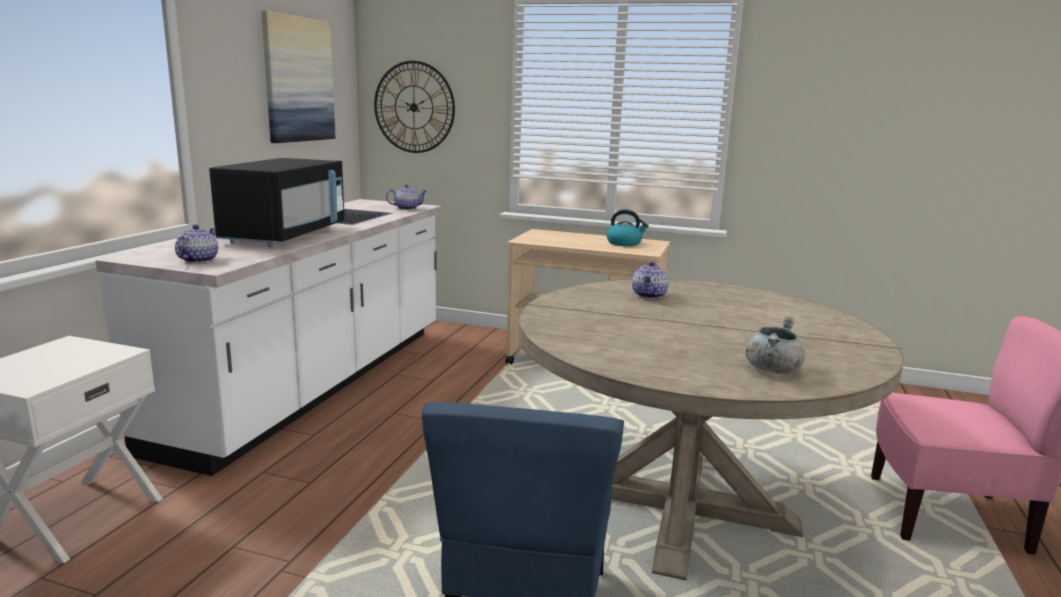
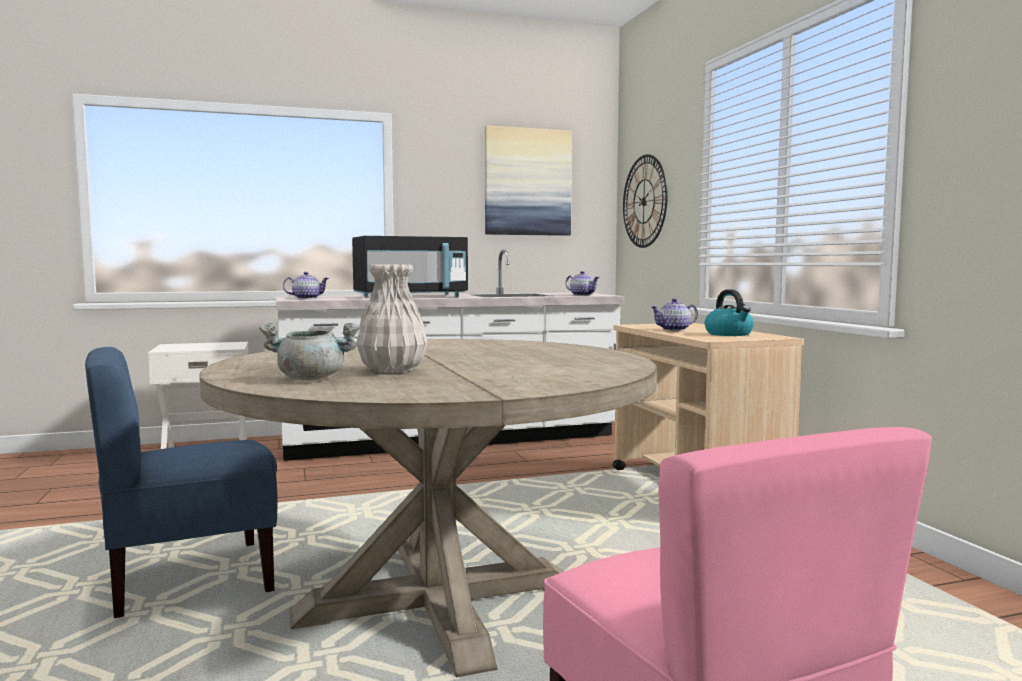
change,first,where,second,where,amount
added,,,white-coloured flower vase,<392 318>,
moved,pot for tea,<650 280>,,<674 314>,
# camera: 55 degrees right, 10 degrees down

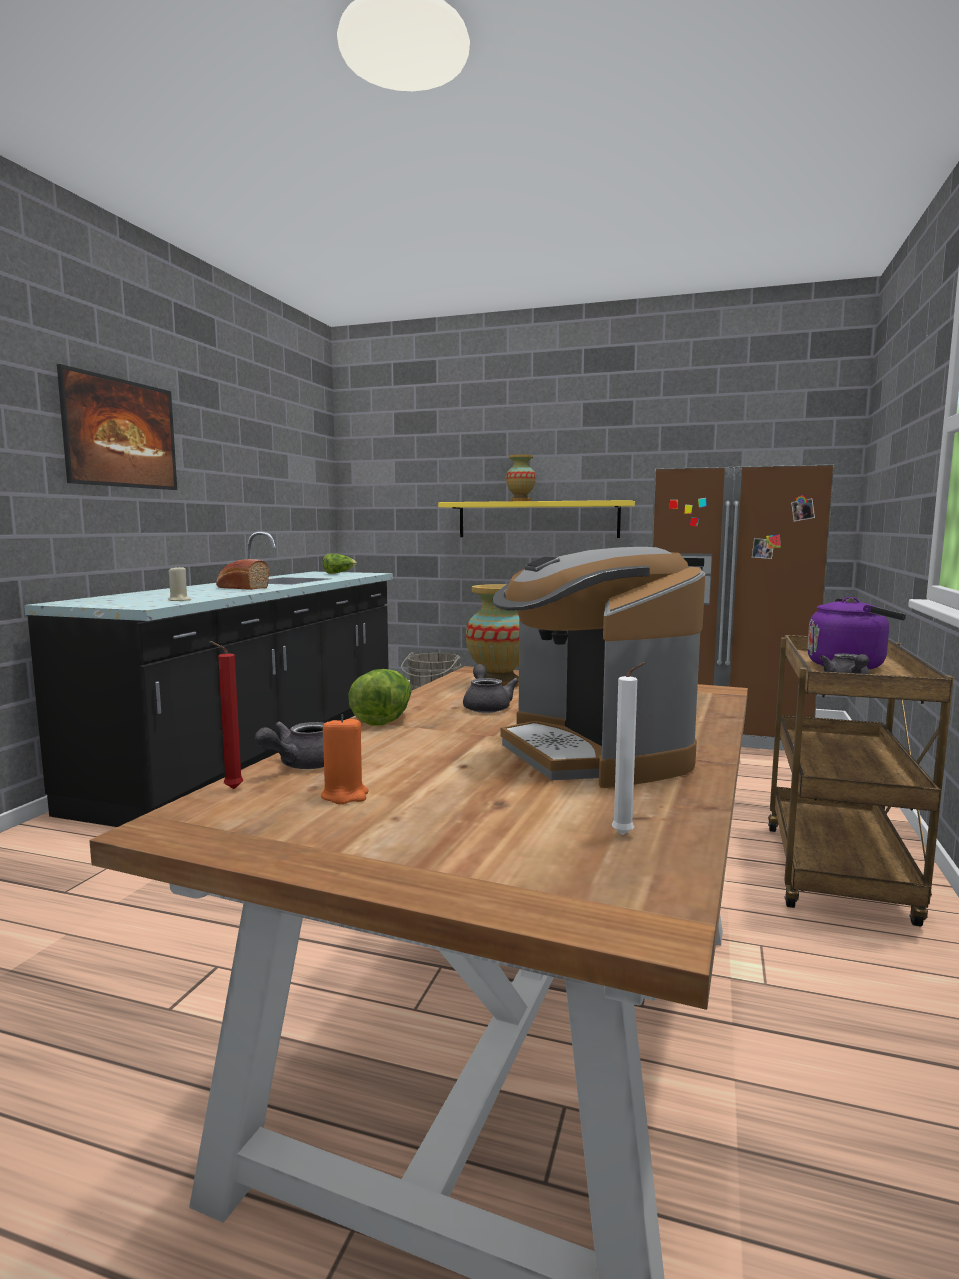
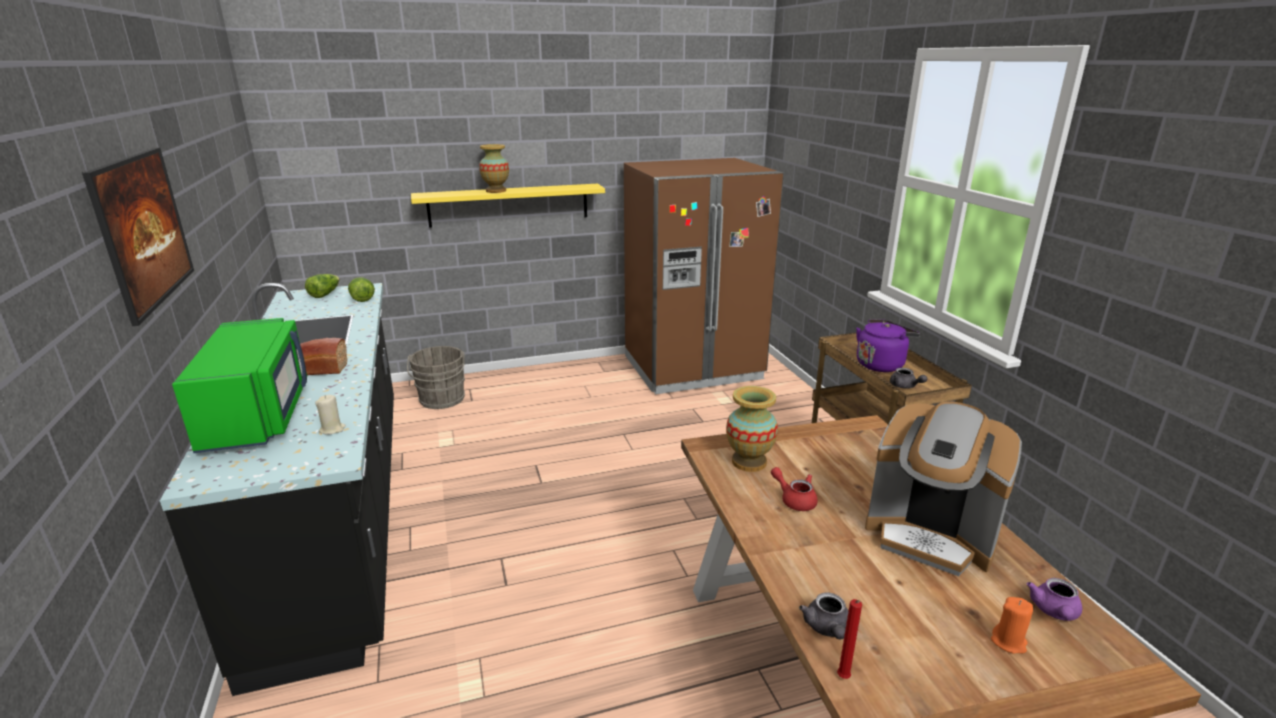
change,first,where,second,where,amount
added,,,green-coloured kitchen microwave,<239 385>,
moved,lettuce head,<380 697>,,<361 289>,
recoloured,gray pot for tea,<490 688>,red-coloured pot for tea,<794 489>,
moved,orange-coloured wax candle,<344 759>,,<1012 625>,
replaced,white-coloured wax candle,<629 748>,purple-coloured pot for tea,<1054 599>,
# camera: 35 degrees left, 15 degrees up

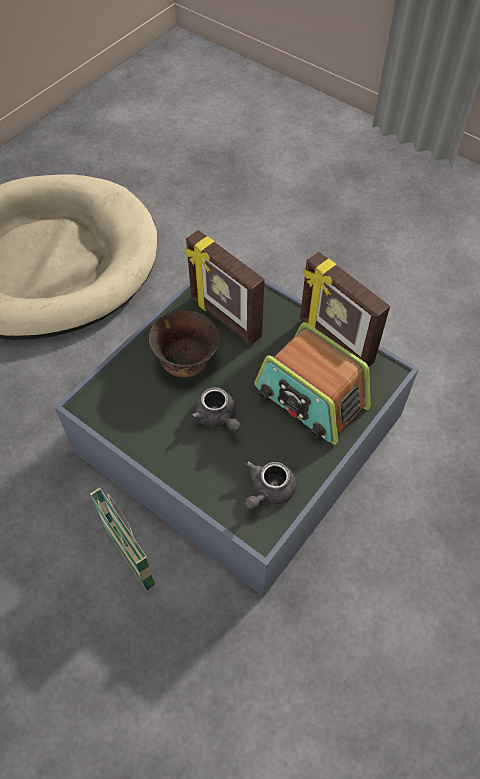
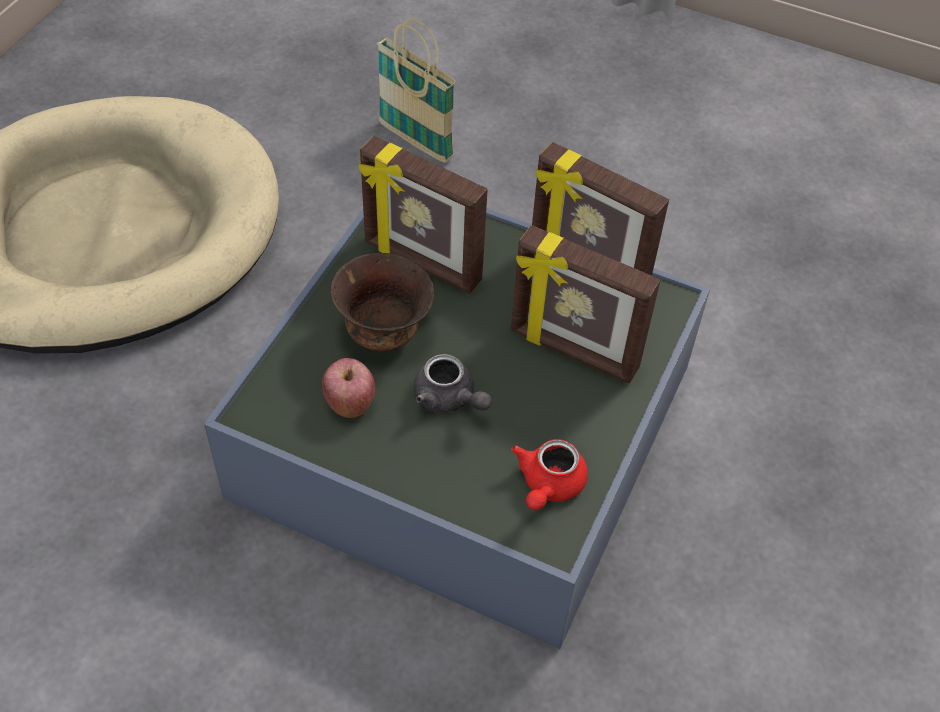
change,first,where,second,where,amount
added,,,apple fruit,<348 388>,
moved,basket,<123 539>,,<416 90>,
replaced,radio receiver,<312 383>,photo frame,<585 304>,
recoloured,gray pot for tea,<270 486>,red-coloured pot for tea,<549 474>,
# camera: 15 degrees left, 5 degrees down

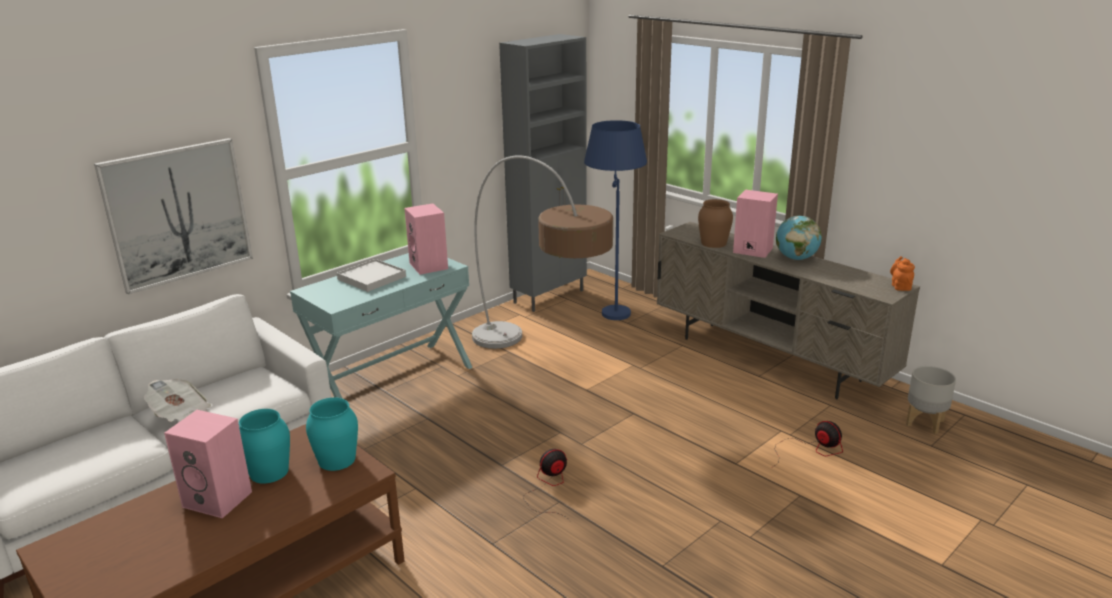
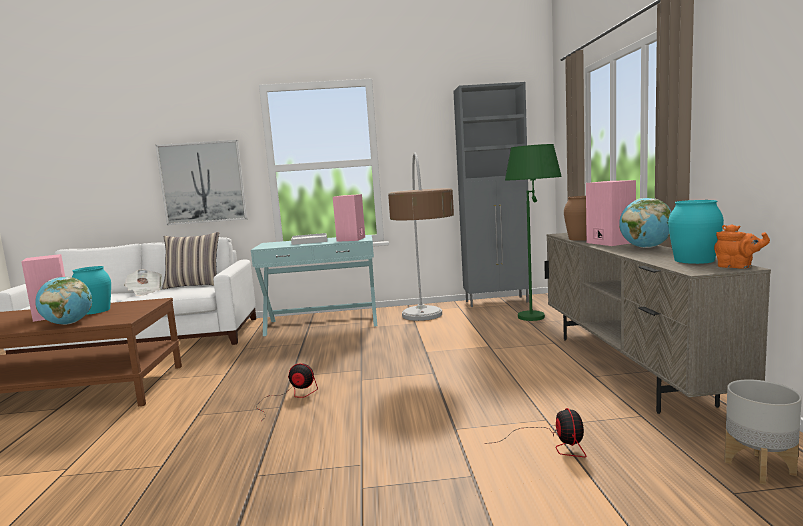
change,first,where,second,where,amount
added,,,world globe,<63 301>,
added,,,pillow,<190 260>,
recoloured,bluish standing lamp,<615 220>,green-coloured standing lamp,<533 232>,
moved,turquoise-coloured flower vase,<332 434>,,<696 232>,
turned,orange-coloured pot for tea,<902 273>,,<742 246>,90 degrees clockwise
# camera: 40 degrees right, 15 degrees down

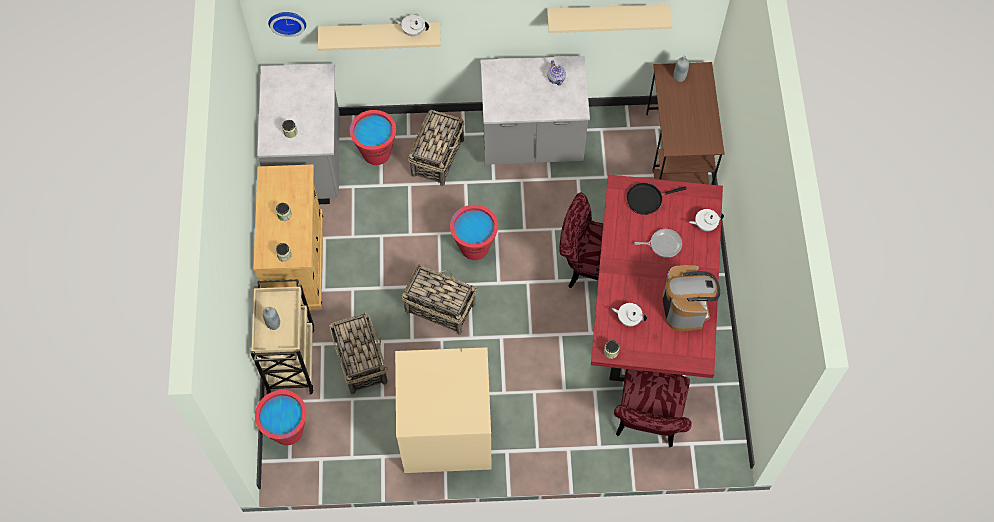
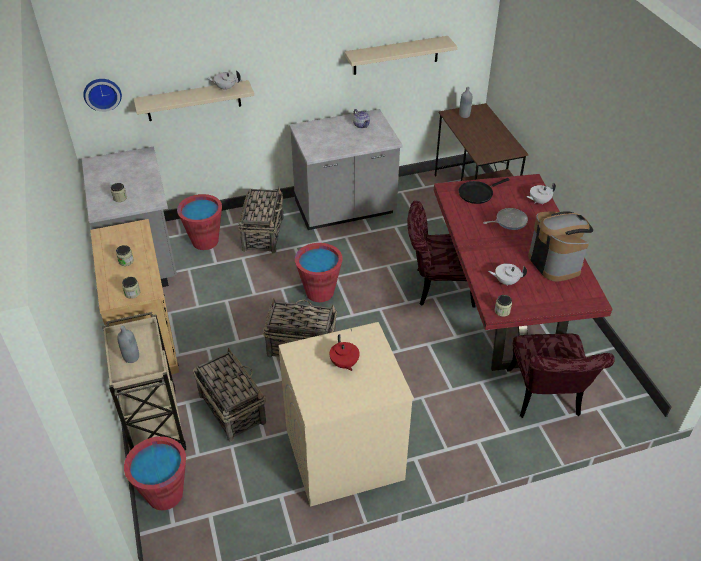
change,first,where,second,where,amount
added,,,red-coloured pot for tea,<344 352>,
# camera: 15 degrees left, 20 degrees down

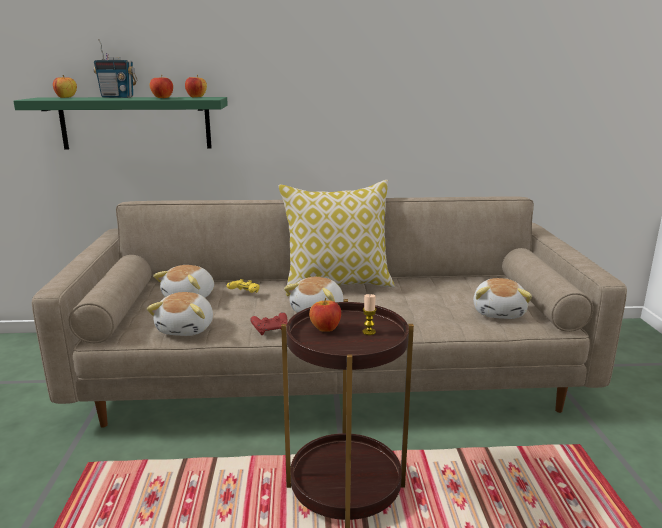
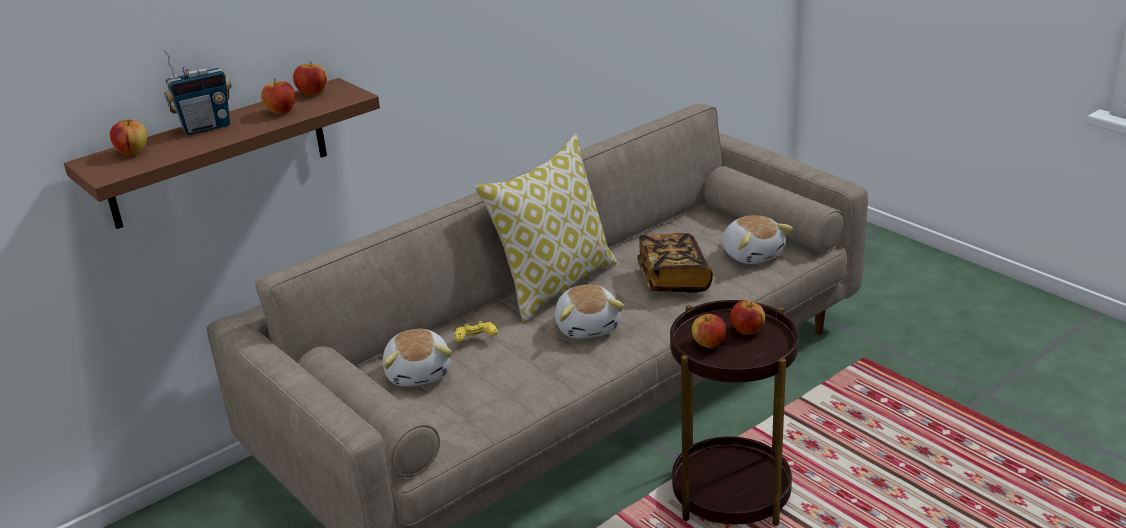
change,first,where,second,where,amount
recoloured,green-coloured shelf,<120 123>,brown-coloured shelf,<222 153>,
added,,,book,<675 263>,
replaced,wax candle,<369 314>,apple fruit,<747 318>,
removed,cuddly toy,<179 314>,,,
removed,red-coloured gamepad,<269 323>,,,
# camera: 35 degrees left, 10 degrees up

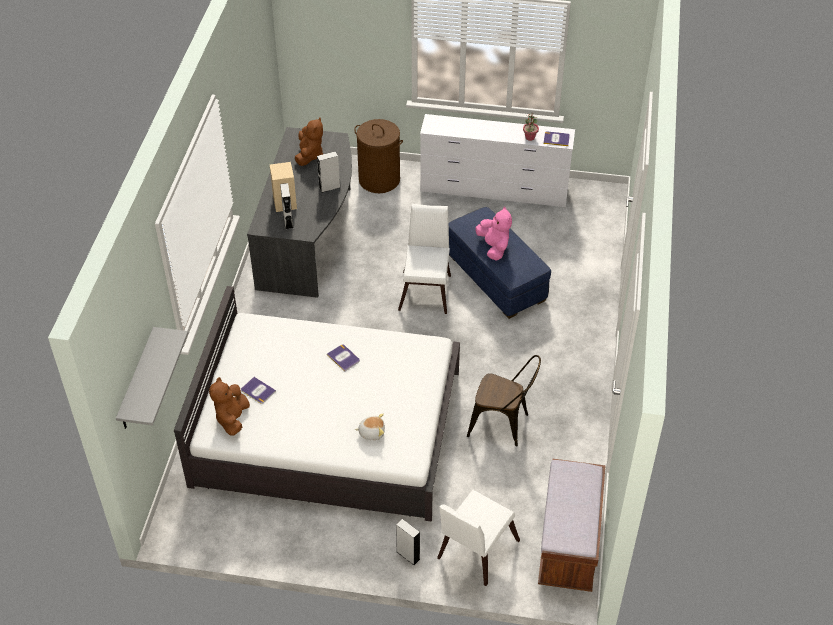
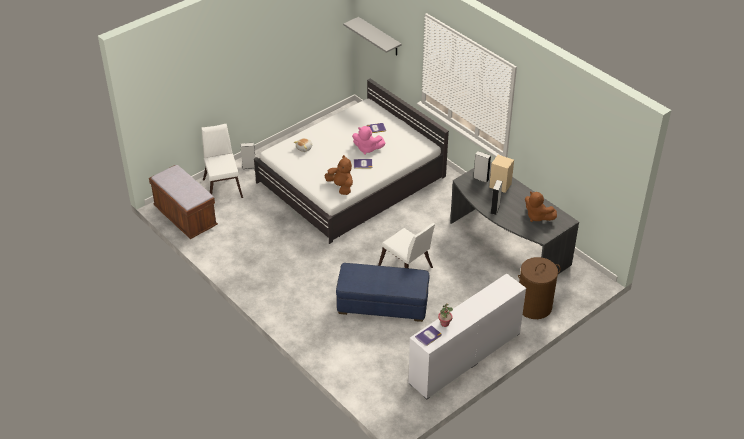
change,first,where,second,where,amount
moved,brown-coloured cuddly toy,<229 406>,,<339 175>,
moved,pink cuddly toy,<493 233>,,<368 140>,
removed,brown-coloured plain chair,<504 400>,,,
# camera: 130 degrees right, 5 degrees down

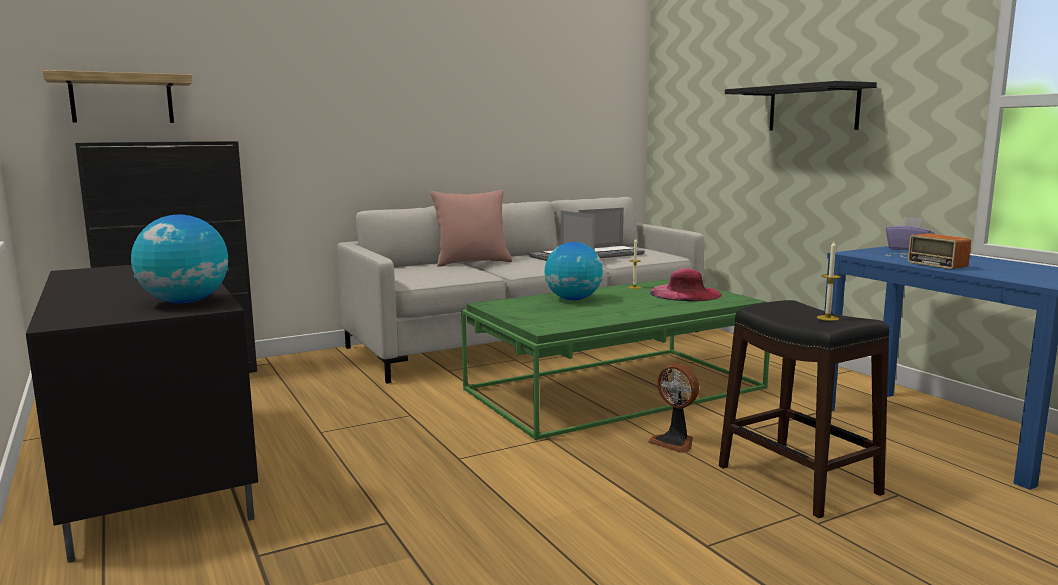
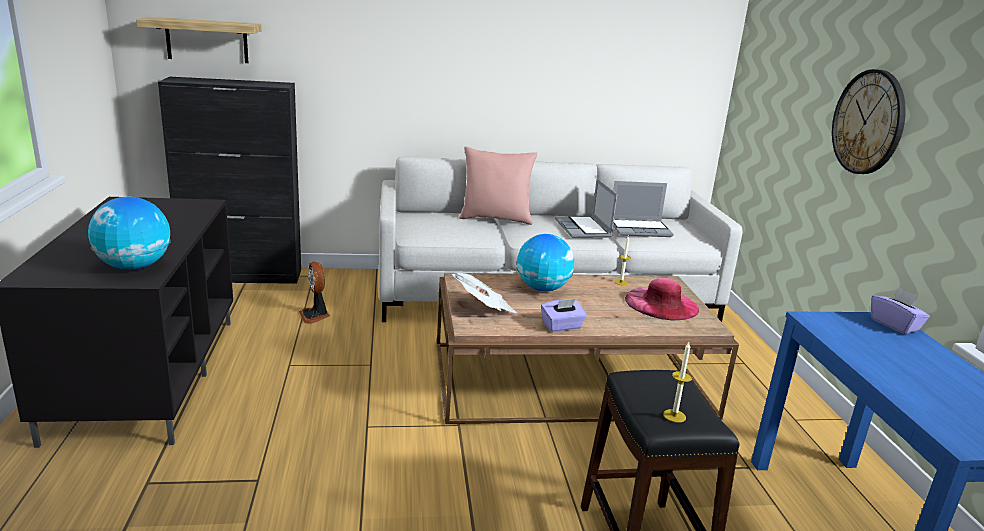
change,first,where,second,where,amount
moved,cooling fan,<673 408>,,<314 292>,
recoloured,green-coloured lounge table,<615 360>,brown-coloured lounge table,<588 349>,
added,,,printed paper,<484 293>,
added,,,purple-coloured tissue box,<564 315>,
replaced,black-coloured shelf,<801 106>,clock on the wall,<869 121>,
removed,radio receiver,<928 251>,,,
# camera: 20 degrees right, 10 degrees up

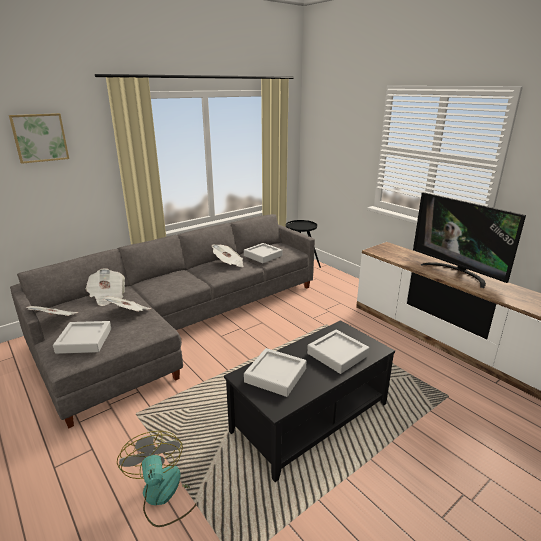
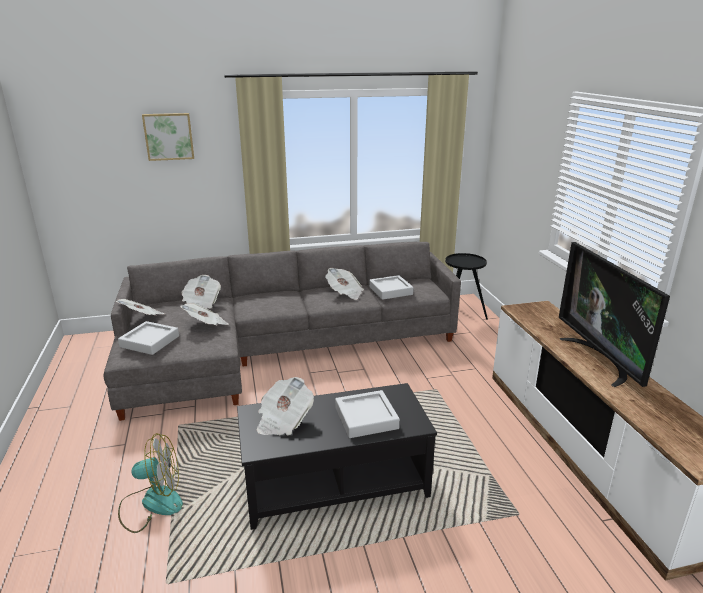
change,first,where,second,where,amount
turned,cooling fan,<157 479>,,<150 483>,75 degrees clockwise
replaced,gray tray,<275 372>,printed paper,<285 406>,
# camera: 25 degrees right, 0 degrees up

